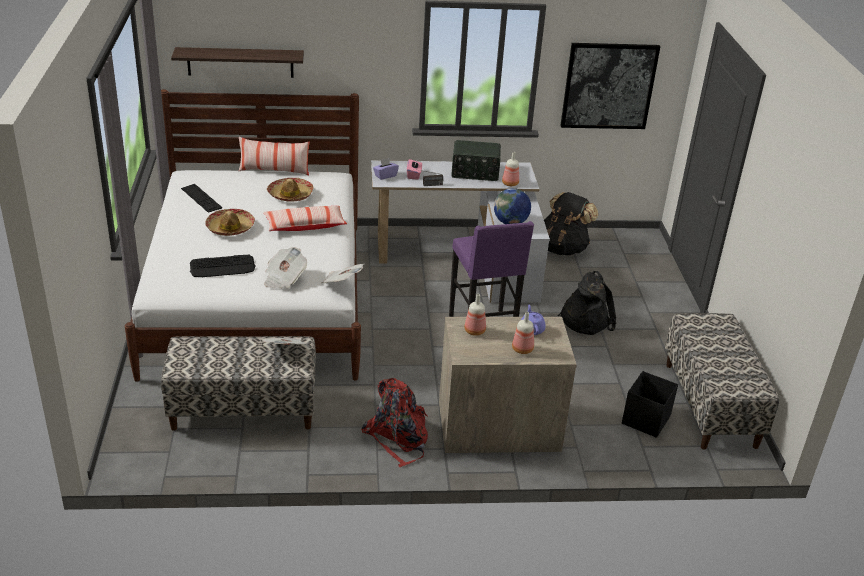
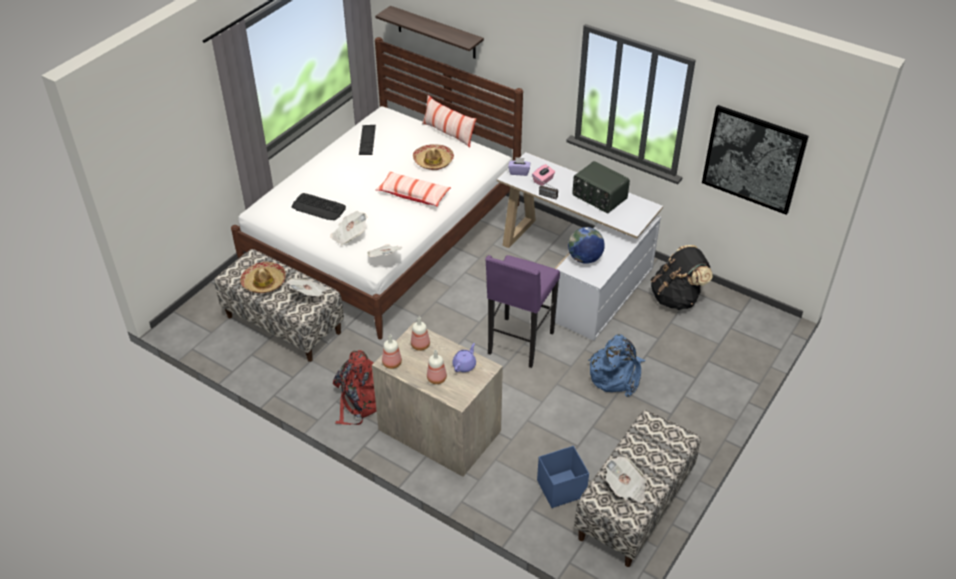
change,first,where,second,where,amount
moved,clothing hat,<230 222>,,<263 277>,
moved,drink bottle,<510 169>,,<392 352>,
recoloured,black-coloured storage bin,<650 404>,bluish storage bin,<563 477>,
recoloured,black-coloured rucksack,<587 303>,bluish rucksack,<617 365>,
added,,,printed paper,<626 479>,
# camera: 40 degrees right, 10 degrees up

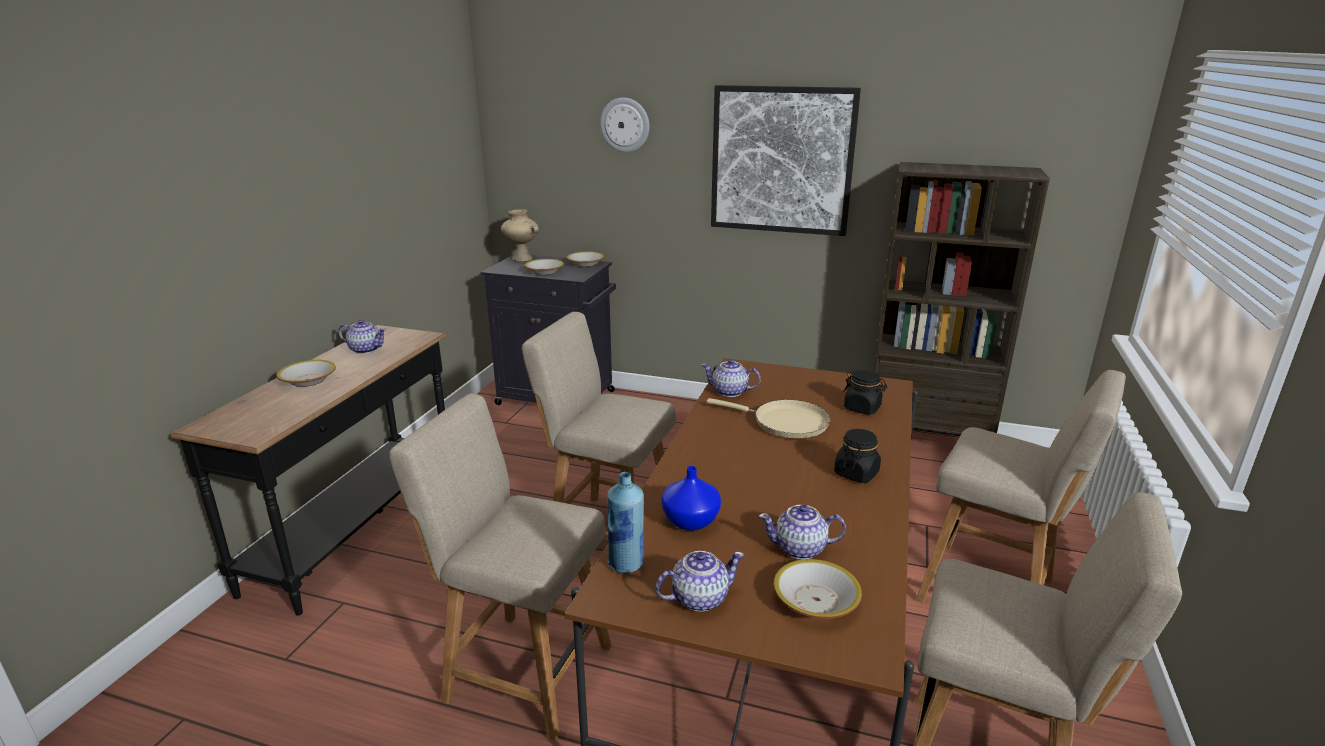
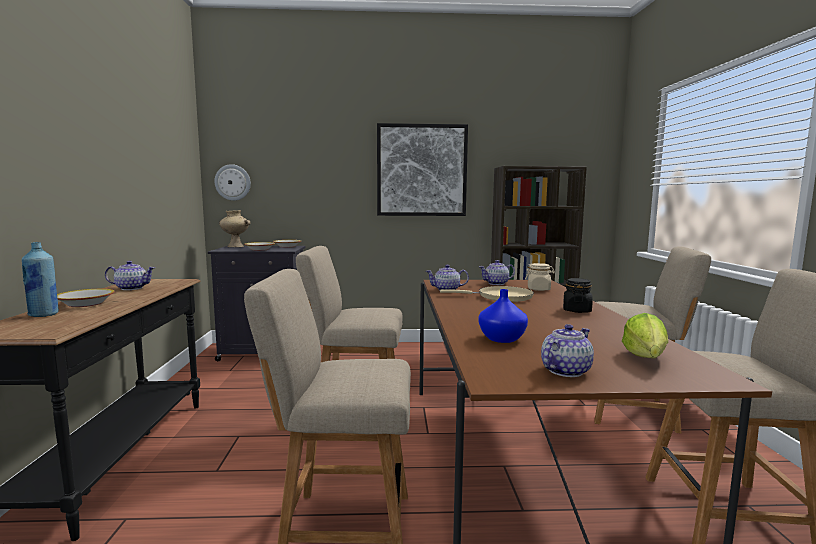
change,first,where,second,where,amount
moved,bluish drink bottle,<625 522>,,<40 279>,
moved,clock on the wall,<624 124>,,<232 182>,
moved,pot for tea,<802 532>,,<497 272>,
recoloured,black-coloured jar,<865 392>,beige-coloured jar,<540 277>,
replaced,serving bowl,<817 589>,lettuce head,<645 335>,
# camera: 20 degrees left, 15 degrees down

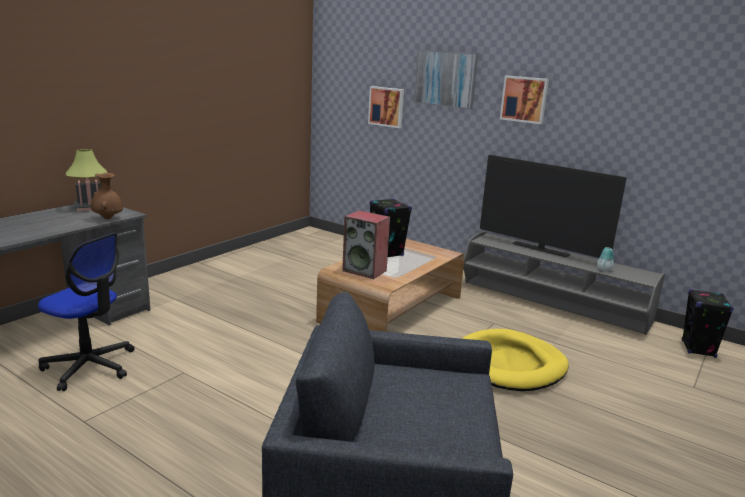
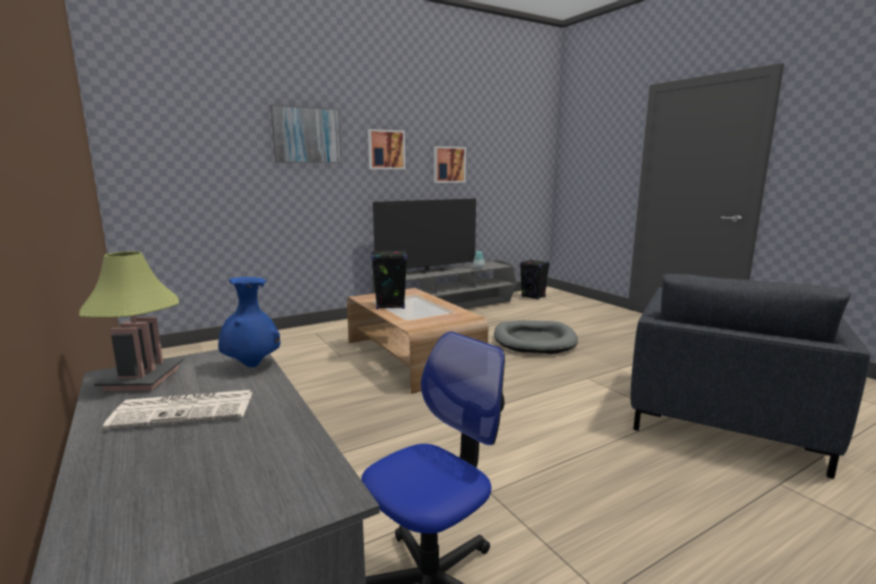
change,first,where,second,where,amount
added,,,printed paper,<178 410>,
recoloured,brown-coloured flower vase,<107 196>,bluish flower vase,<249 322>,
moved,wall art,<386 107>,,<450 164>,
recoloured,yellowish pet bed,<515 360>,gray pet bed,<536 337>,
removed,loudspeaker,<366 244>,,,
# camera: 65 degrees left, 5 degrees down

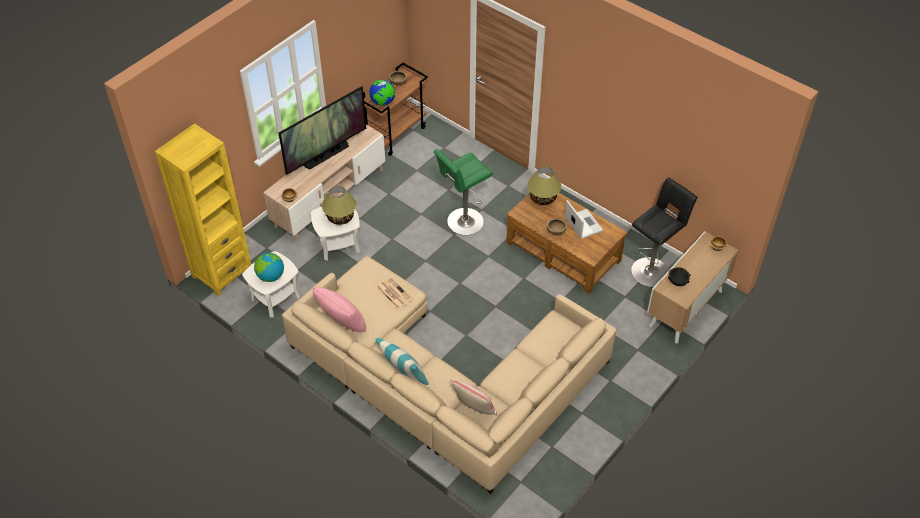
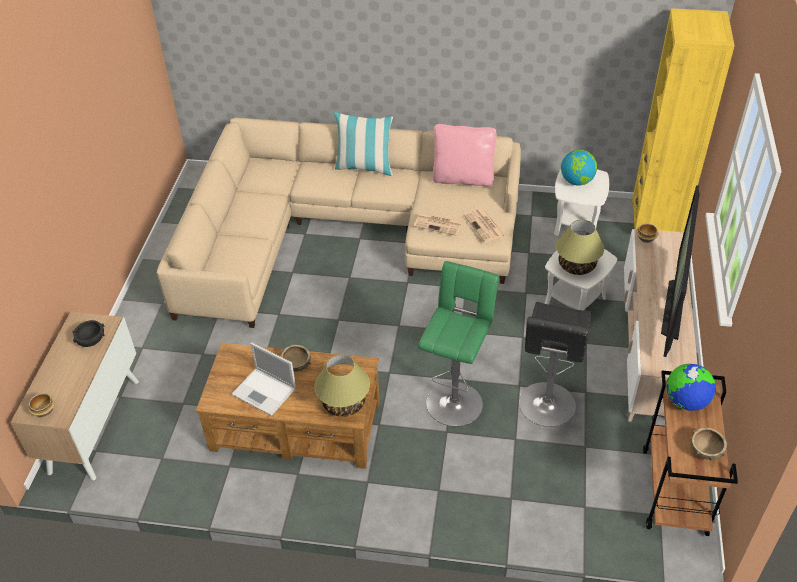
change,first,where,second,where,amount
added,,,printed paper,<484 226>,
moved,black-coloured stool,<664 232>,,<555 364>,
removed,pillow,<473 398>,,,
# camera: 150 degrees right, 5 degrees down

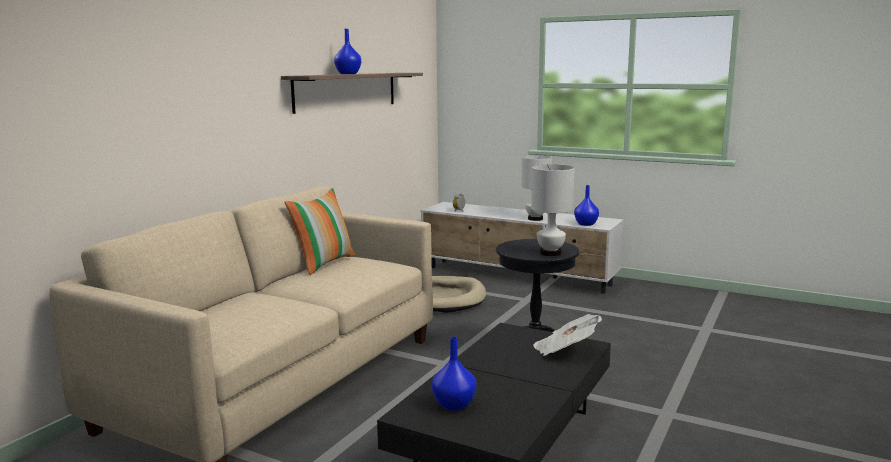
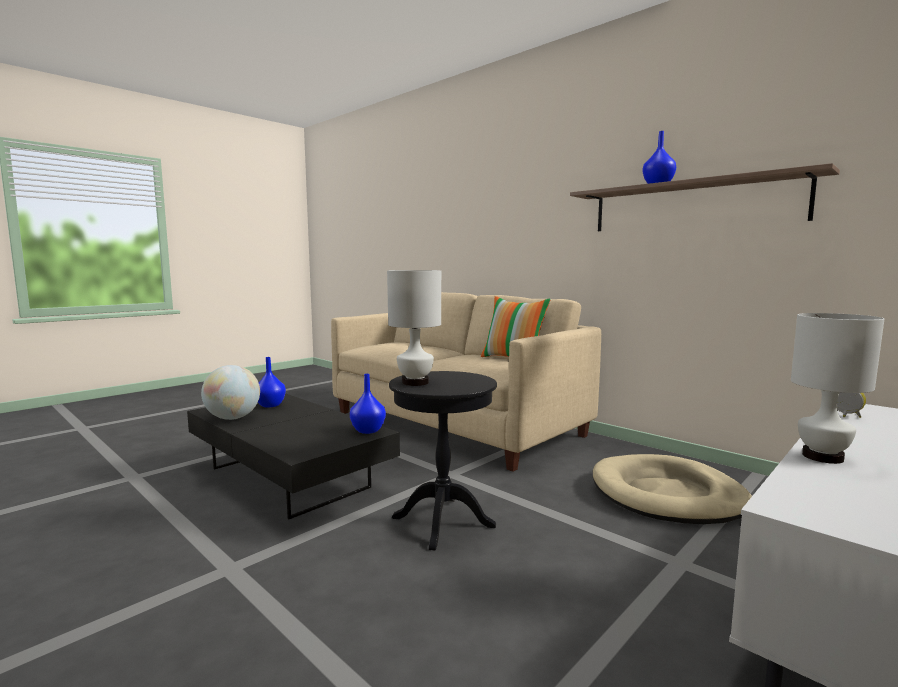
change,first,where,second,where,amount
added,,,world globe,<230 392>,
moved,bluish flower vase,<586 205>,,<368 404>,
removed,printed paper,<567 335>,,,
# camera: 105 degrees right, 5 degrees down

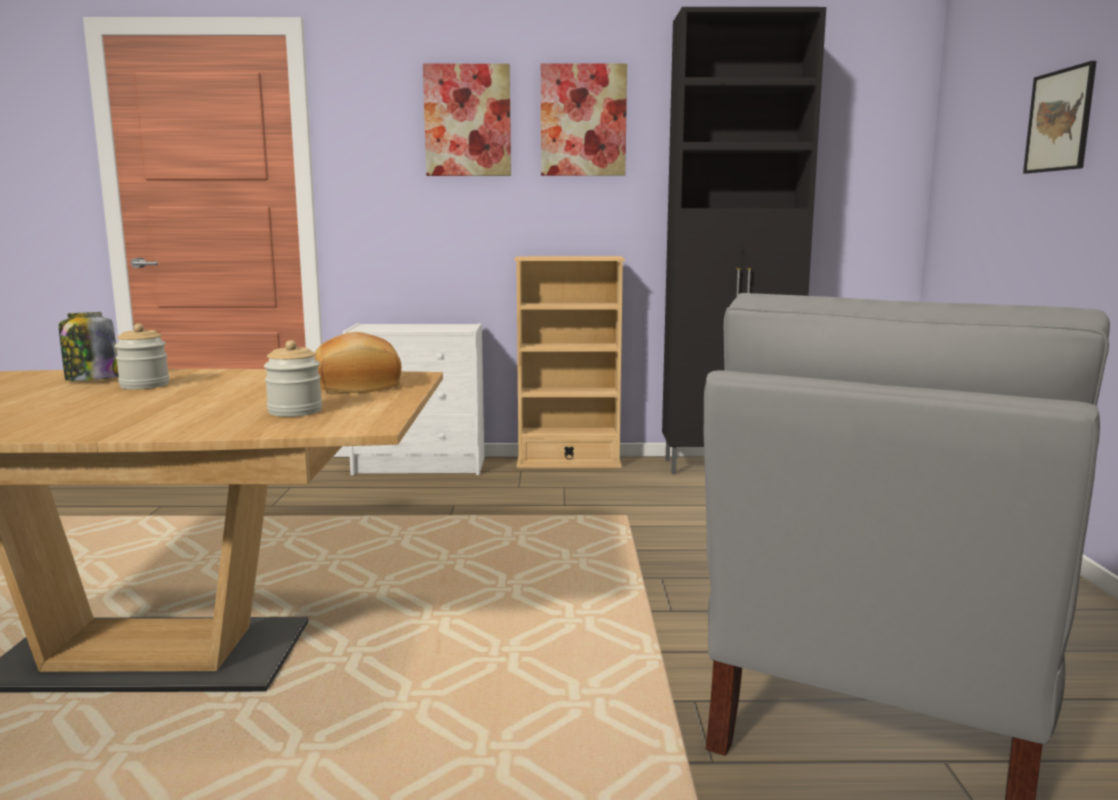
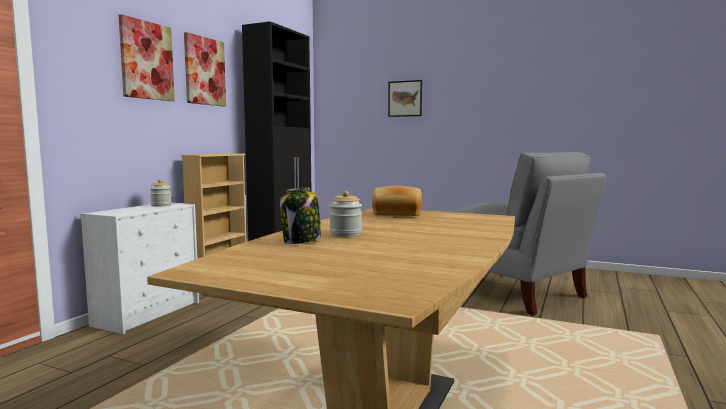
change,first,where,second,where,amount
moved,jar,<293 378>,,<161 193>,
# camera: 65 degrees left, 5 degrees down

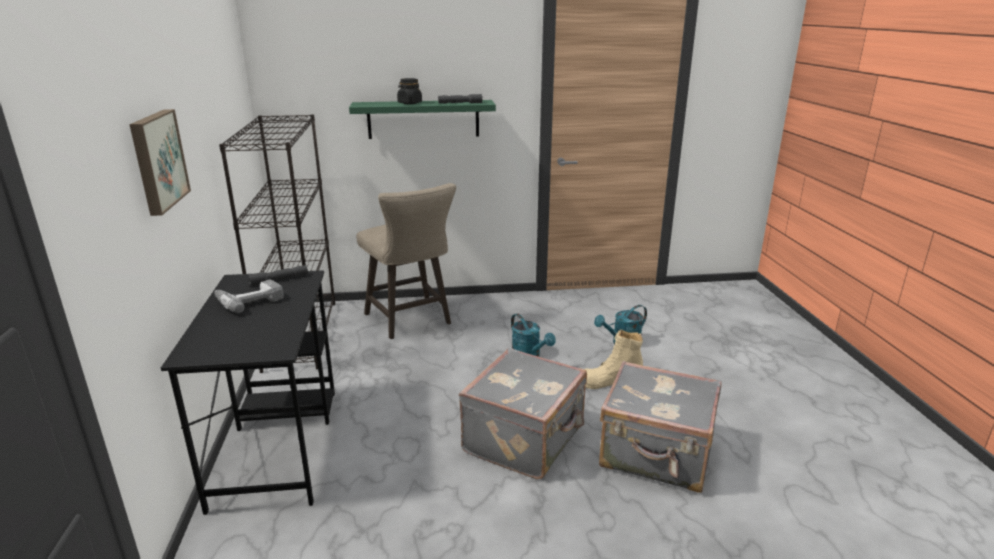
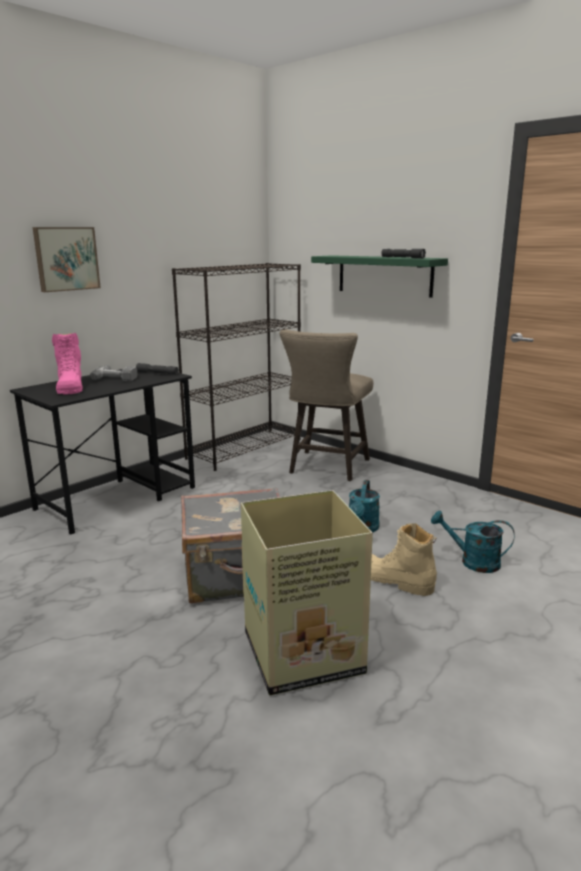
change,first,where,second,where,amount
added,,,pink tall boot,<67 364>,
replaced,gray travel case,<660 427>,carton,<307 593>,
removed,black-coloured jar,<409 91>,,,
# camera: 50 degrees right, 5 degrees down

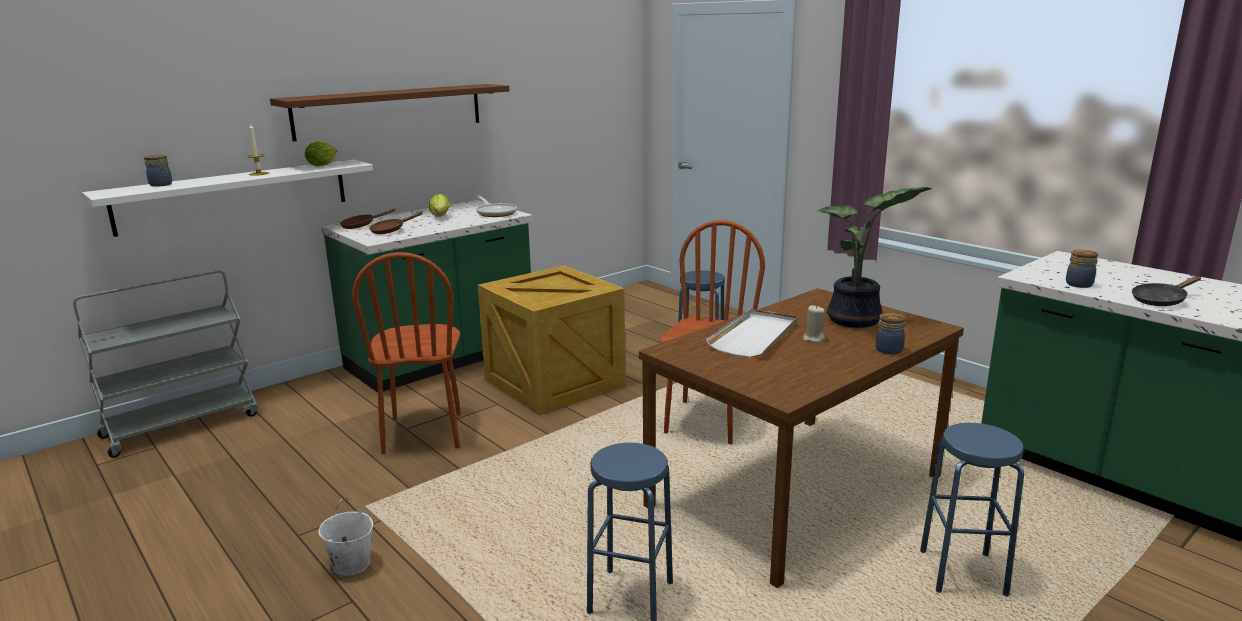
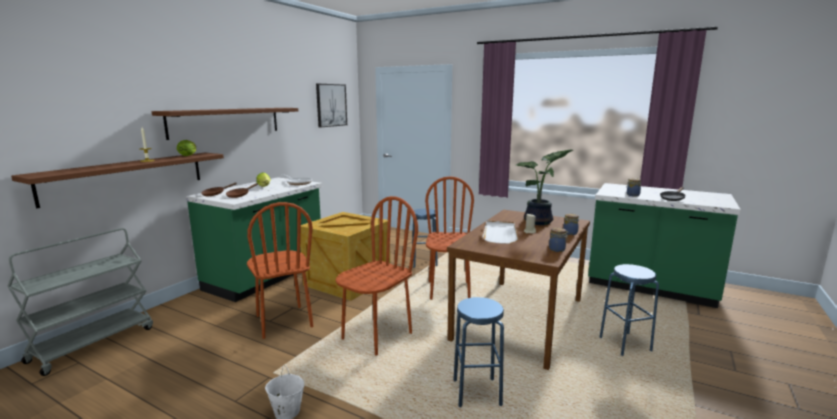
change,first,where,second,where,amount
recoloured,white-coloured shelf,<227 198>,brown-coloured shelf,<117 180>,
added,,,wall art,<331 105>,
added,,,brown-coloured plain chair,<377 276>,
moved,jar,<158 170>,,<558 240>,
# camera: 20 degrees left, 5 degrees down

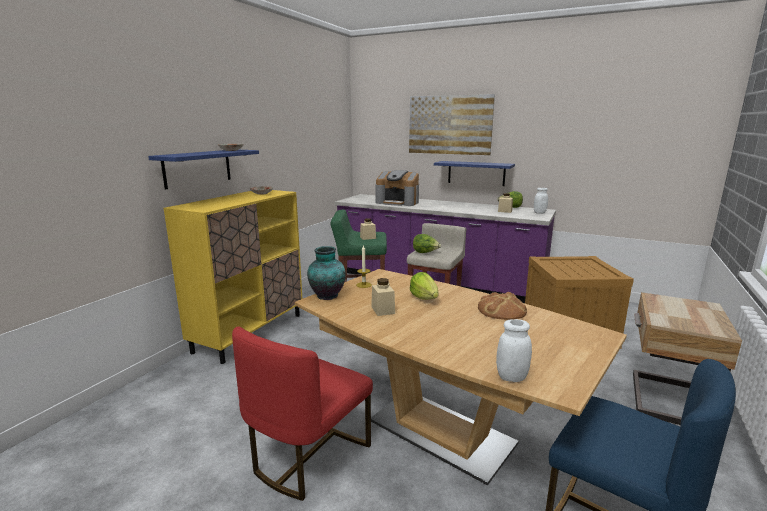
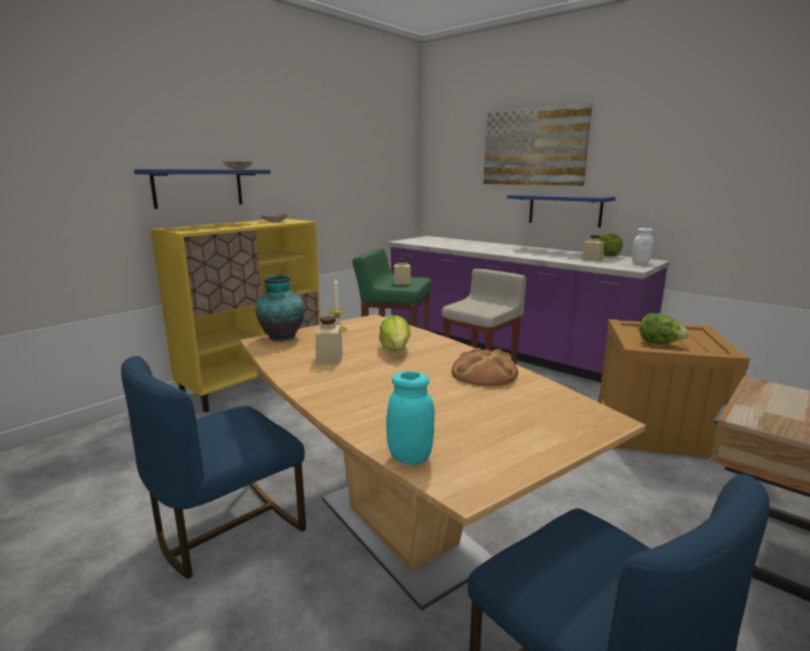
change,first,where,second,where,amount
recoloured,red-coloured plain chair,<302 413>,bluish plain chair,<213 467>,
recoloured,white-coloured jar,<514 350>,turquoise-coloured jar,<410 417>,
moved,lettuce head,<427 243>,,<665 328>,
removed,coffee brewer,<397 188>,,,
# camera: 15 degrees right, 0 degrees up

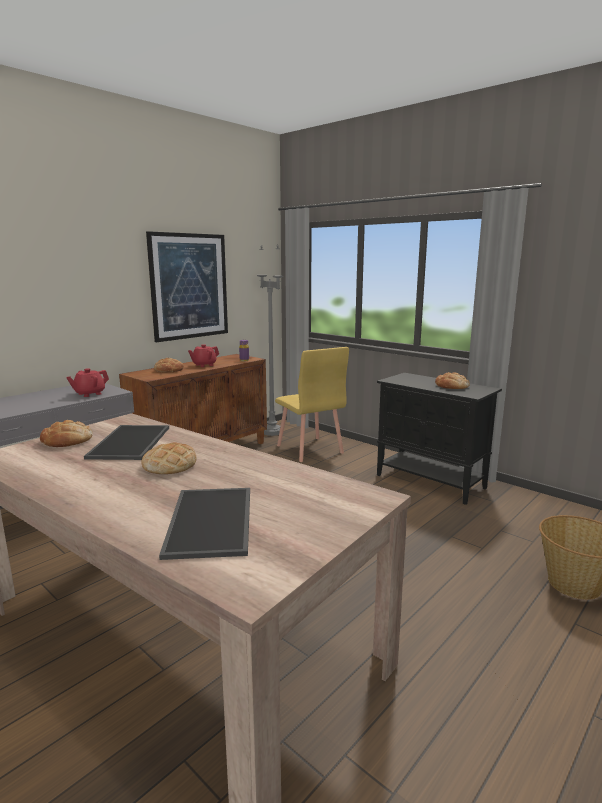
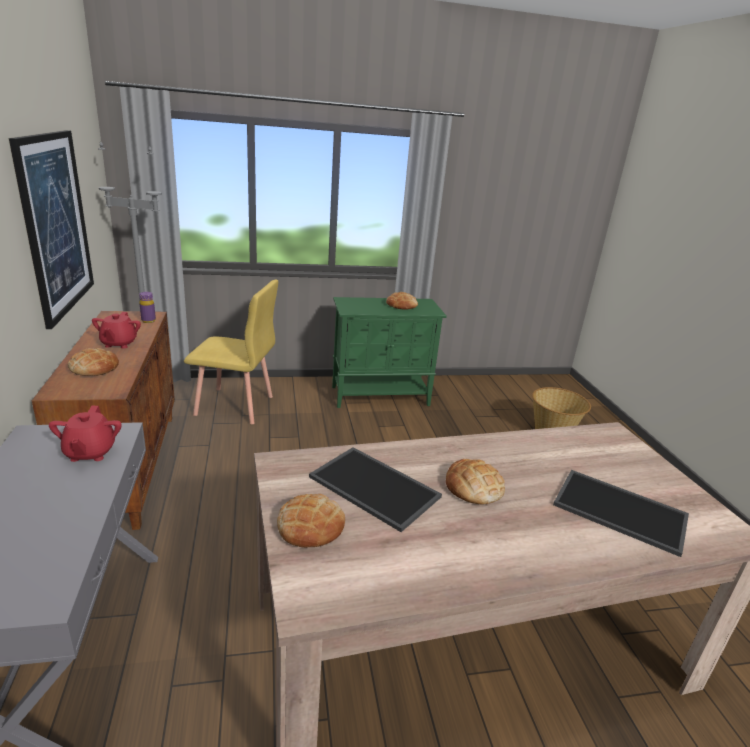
change,first,where,second,where,amount
recoloured,black-coloured cabinet,<439 439>,green-coloured cabinet,<389 352>,
# camera: 55 degrees left, 10 degrees up

